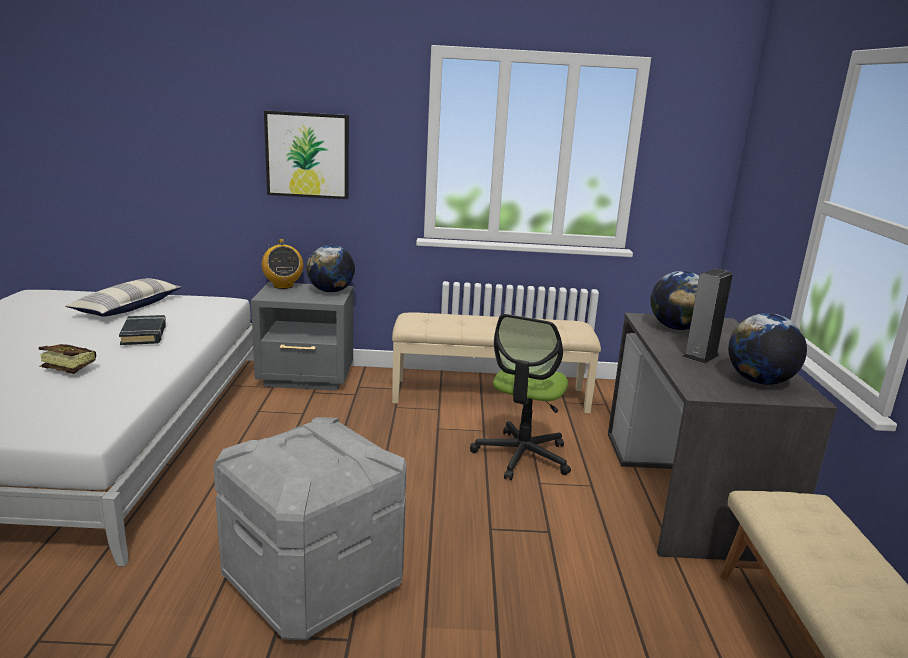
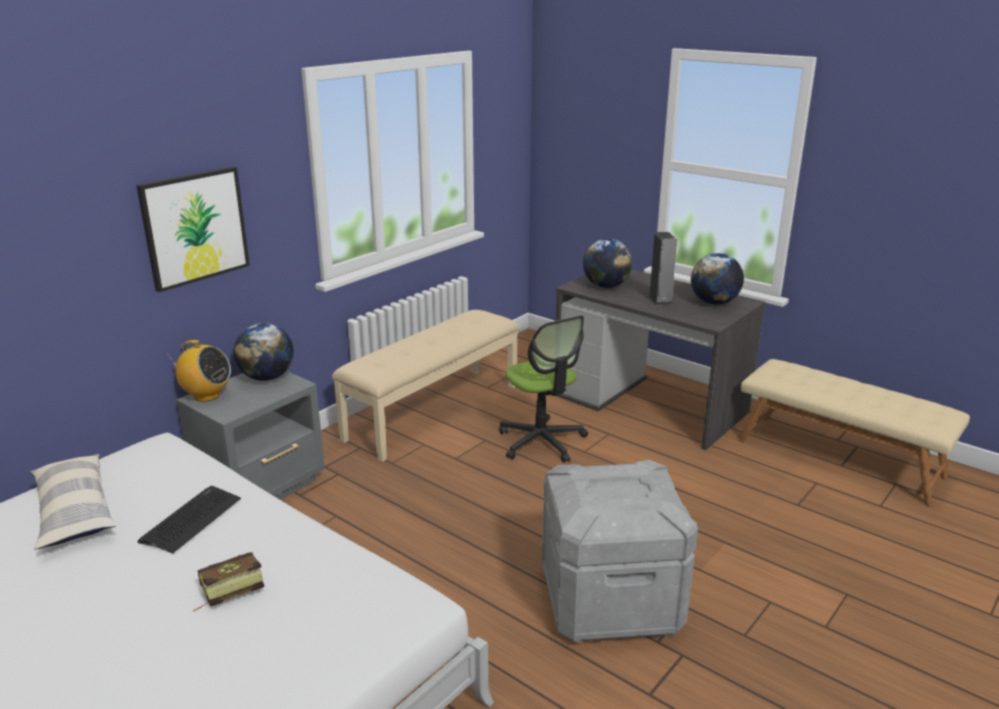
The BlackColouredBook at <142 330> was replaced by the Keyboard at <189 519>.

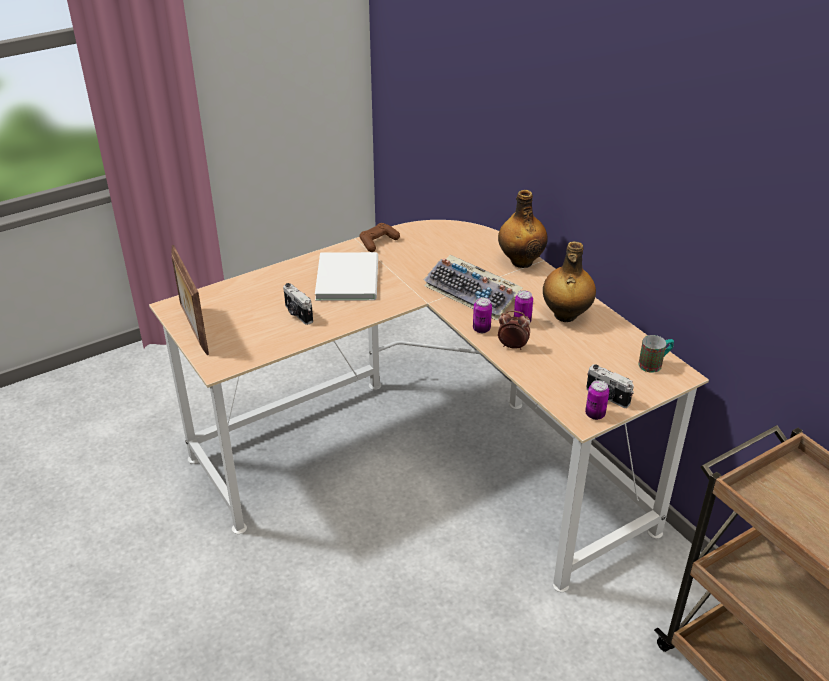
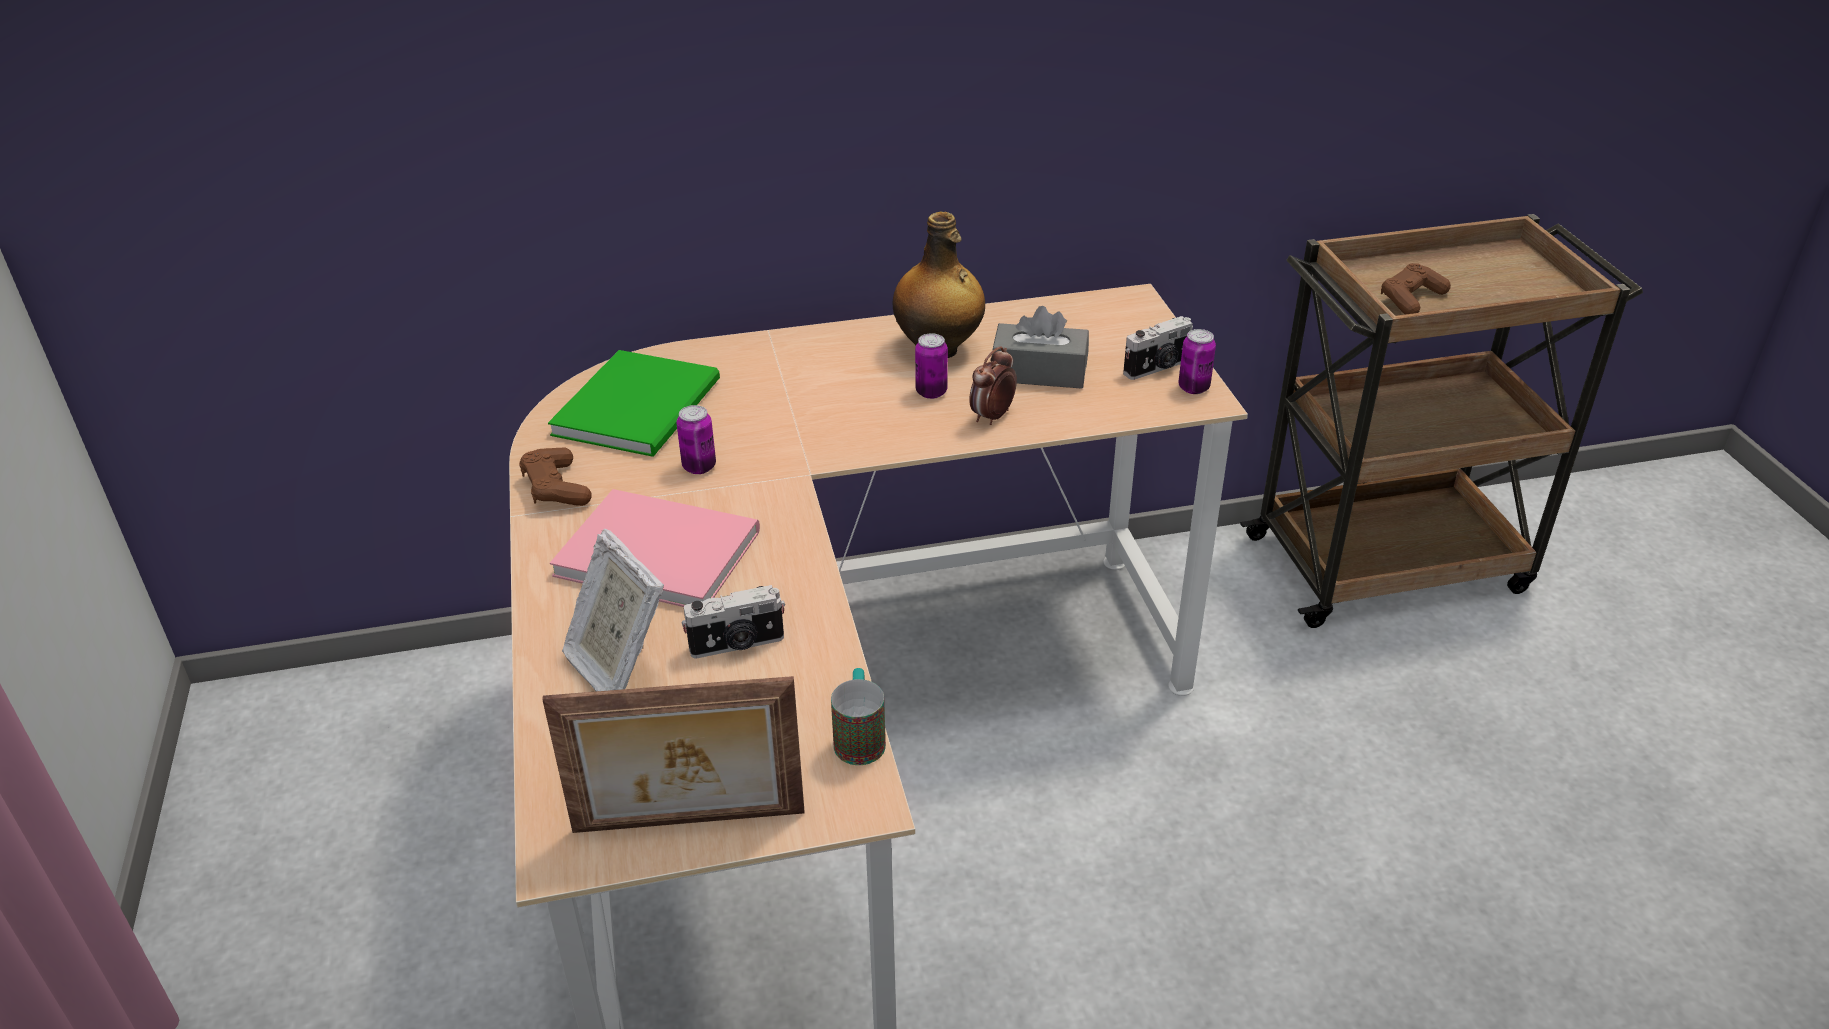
The DrinkBottle at <523 229> disappeared.
The WhiteBook at <346 276> became the PinkishBook at <655 548>.
The Keyboard at <473 287> disappeared.
The SealedCan moved from <482 315> to <696 439>.
The TeaMug moved from <656 354> to <858 716>.
The BrownColouredJoypad at <1416 289> appeared.
The GrayTissueHolder at <1040 347> appeared.
The GreenColouredBook at <634 403> appeared.
The StandingFrame at <613 610> appeared.

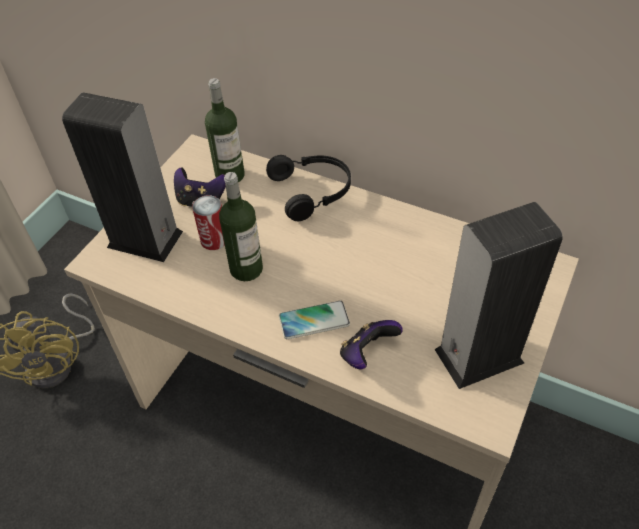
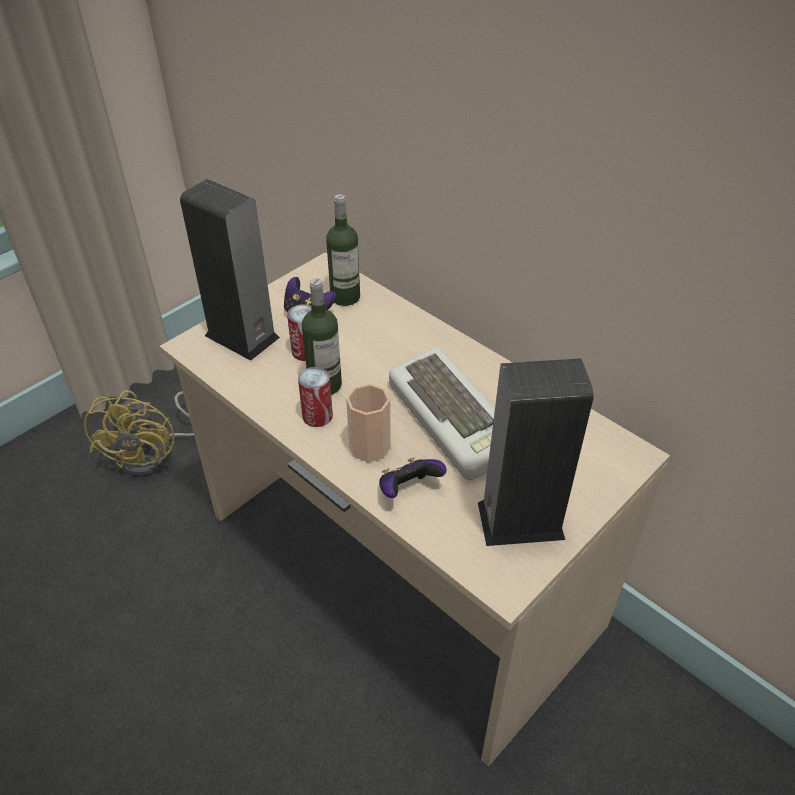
The BlackColouredPairOfHeadphones at <308 188> disappeared.
The Telephone at <314 320> was replaced by the SmallCup at <368 423>.
The Keyboard at <442 413> appeared.
The SealedCan at <315 397> appeared.

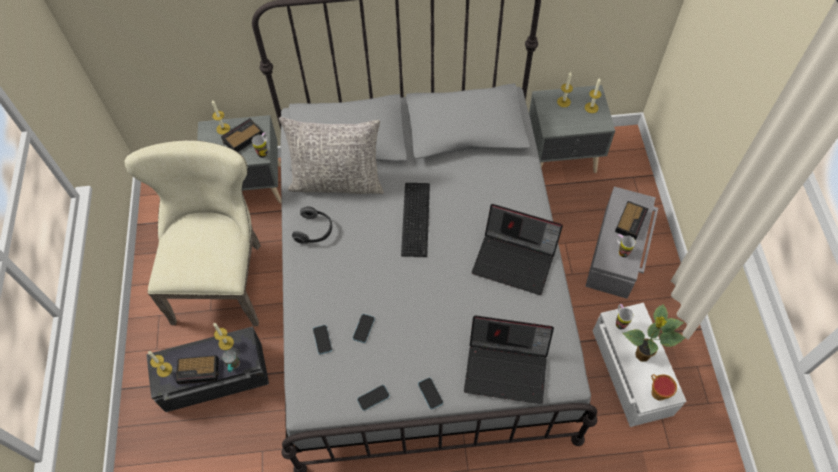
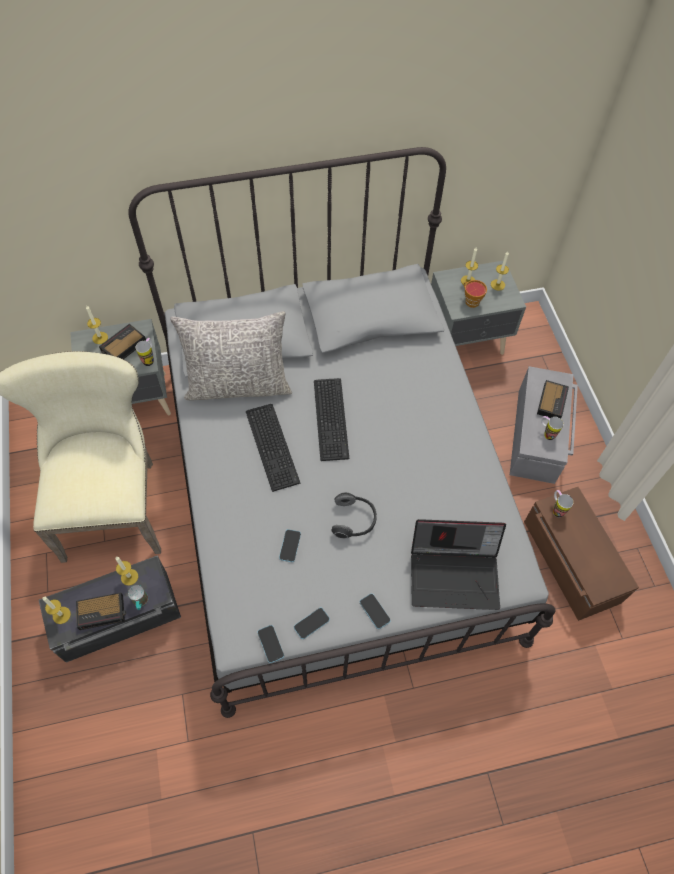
The Laptop at <517 249> disappeared.
The PairOfHeadphones moved from <312 225> to <354 515>.
The WhiteStorageContainer at <640 365> became the BrownColouredStorageContainer at <581 554>.
The Houseplant at <654 333> disappeared.
The Telephone moved from <322 340> to <271 644>.
The SmallCup moved from <664 387> to <475 294>.
The Keyboard at <273 448> appeared.

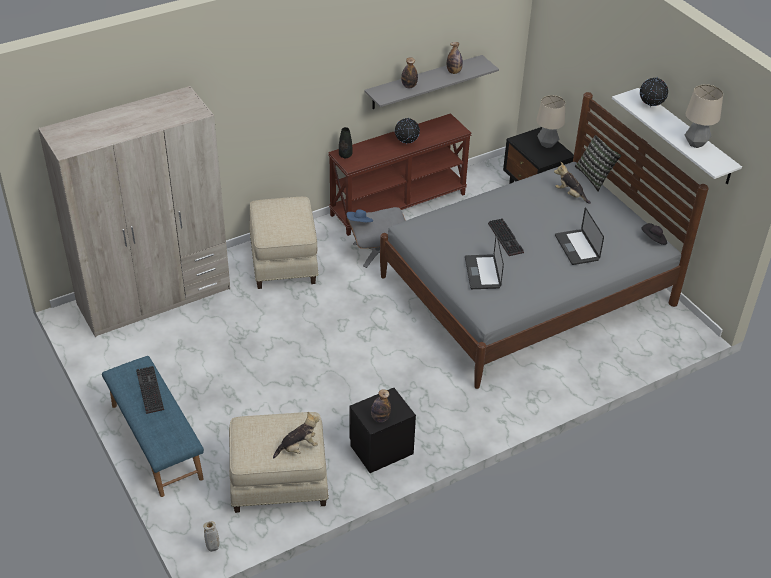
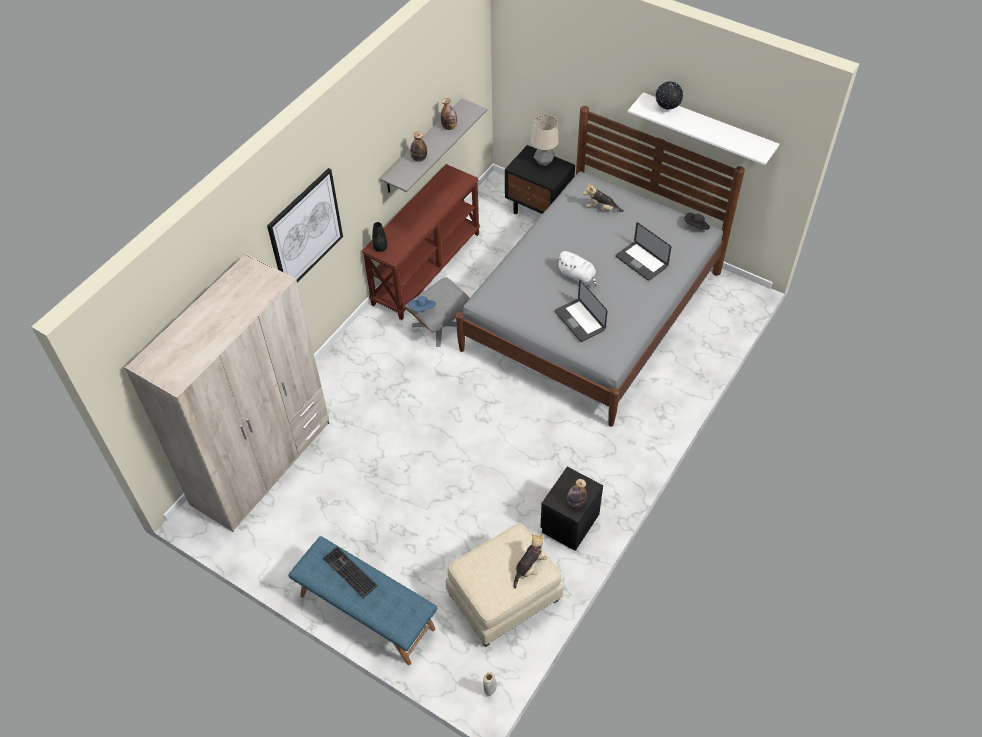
The TabletopLamp at <704 116> disappeared.
The WorldGlobe at <407 130> disappeared.
The Pillow at <598 163> disappeared.
The SandColouredOttoman at <284 243> disappeared.
The Keyboard at <506 237> was replaced by the WhiteSoftToy at <577 269>.
The Picture at <305 225> appeared.

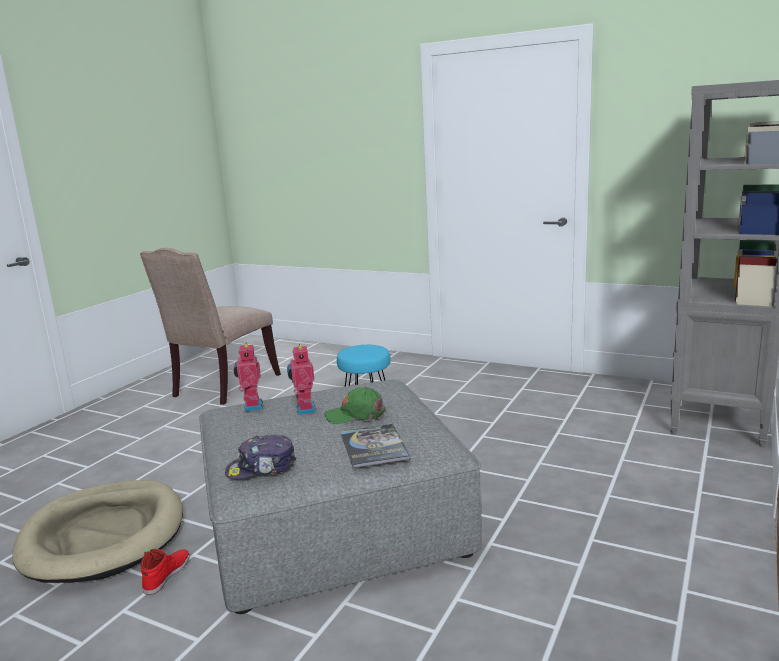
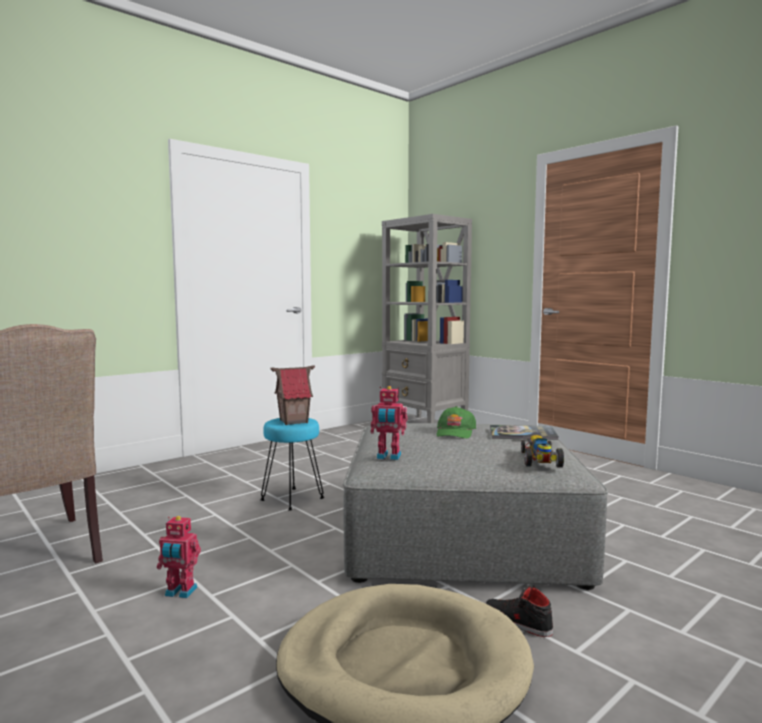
The ModelRobot moved from <302 379> to <179 557>.
The PeakedCap at <260 456> was replaced by the ToyCar at <542 451>.
The RedLowShoe at <165 572> became the BlackColouredLowShoe at <519 611>.
The ToyHouse at <292 395> appeared.

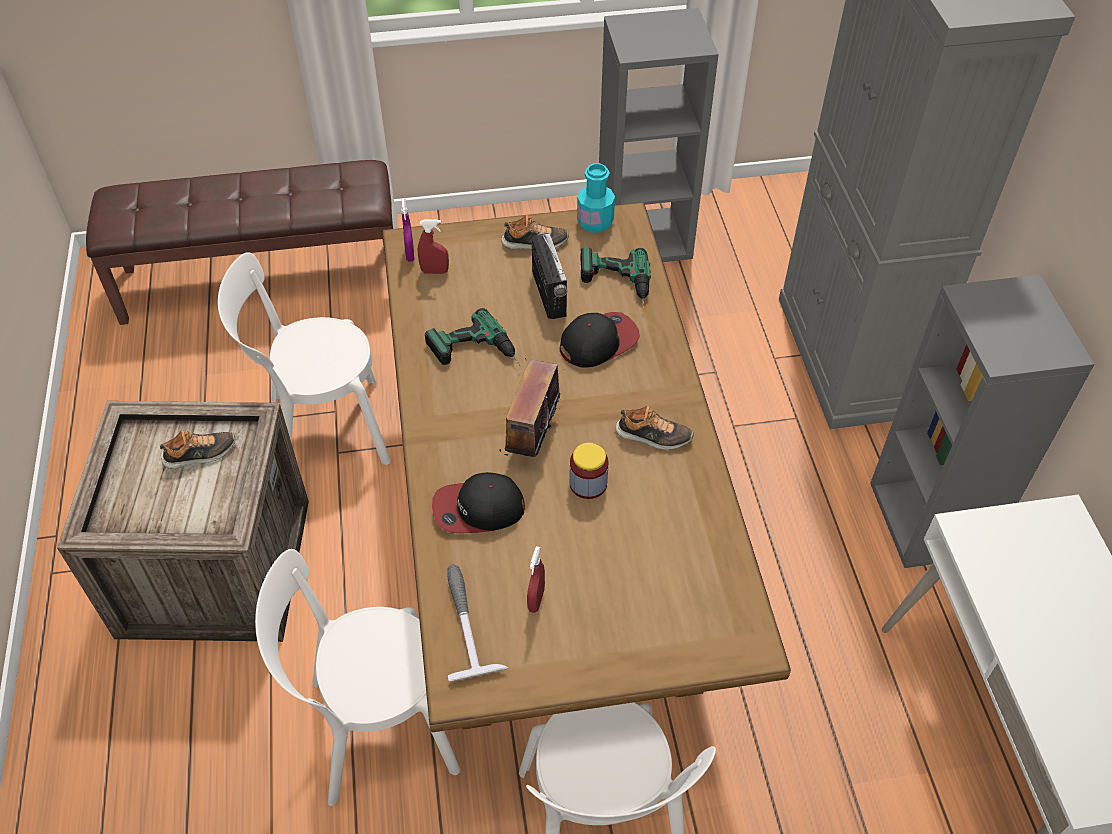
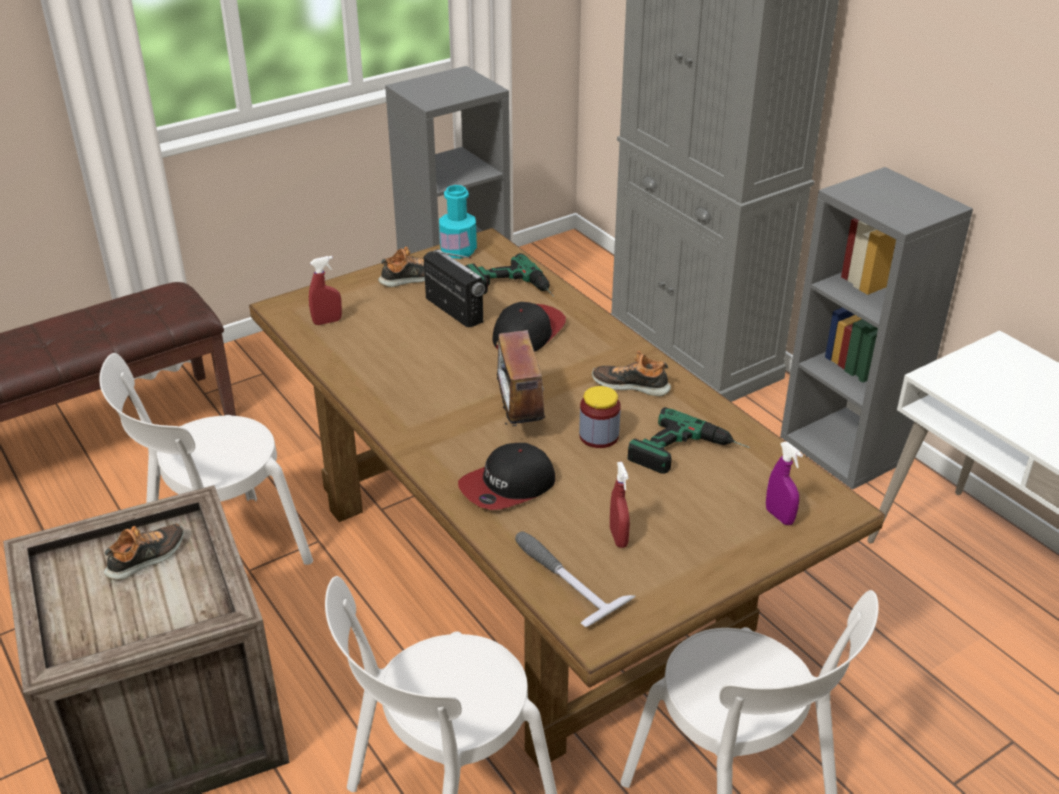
The PurpleColouredSprayBottle moved from <408 230> to <784 483>.
The PowerDrill moved from <473 337> to <689 440>.
The LowShoe at <654 428> turned 150 degrees counterclockwise.

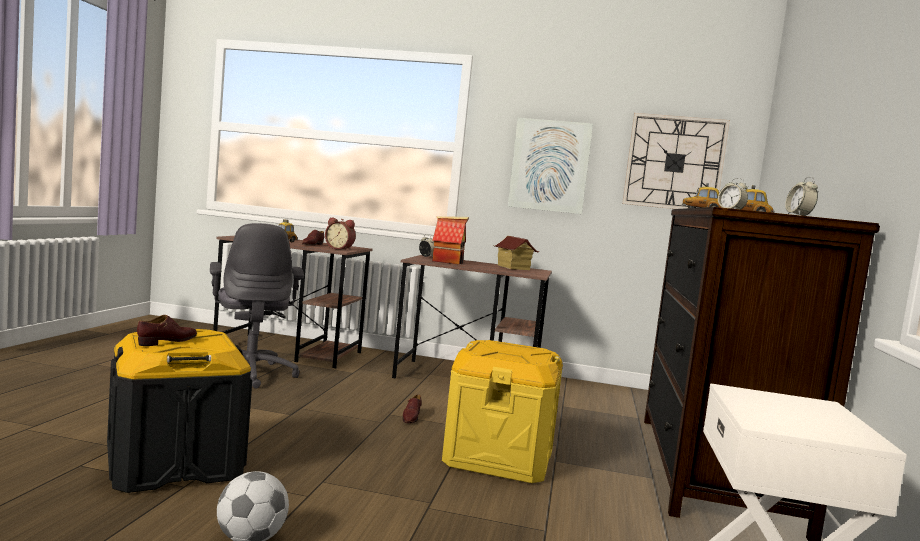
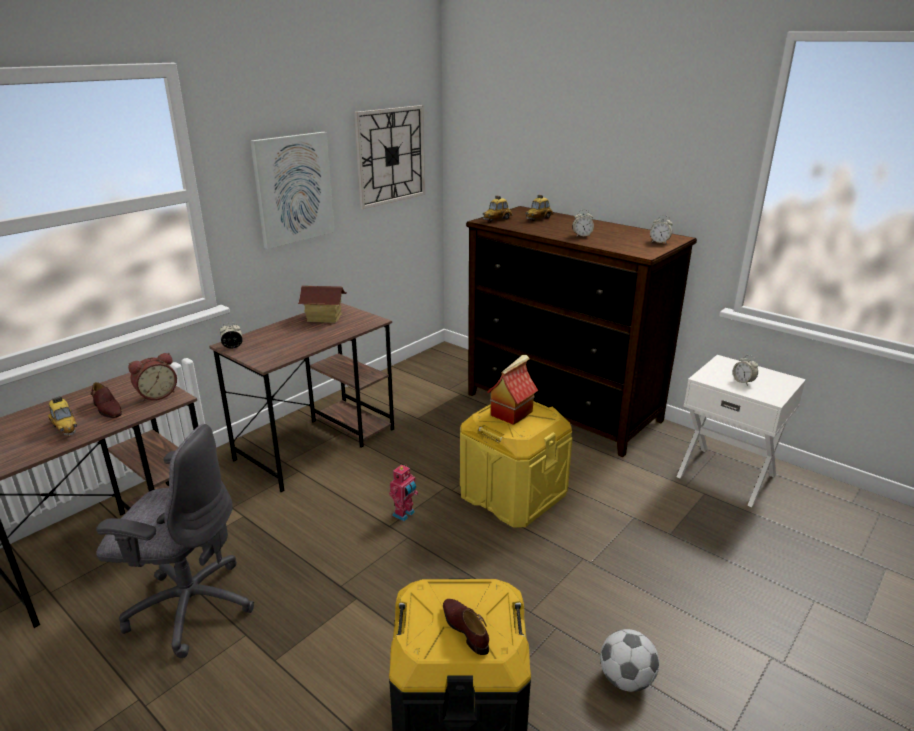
The ToyHouse moved from <450 240> to <512 390>.
The BrownColouredLowShoe at <412 408> was replaced by the ModelRobot at <403 492>.
The TableClock at <745 370> appeared.

